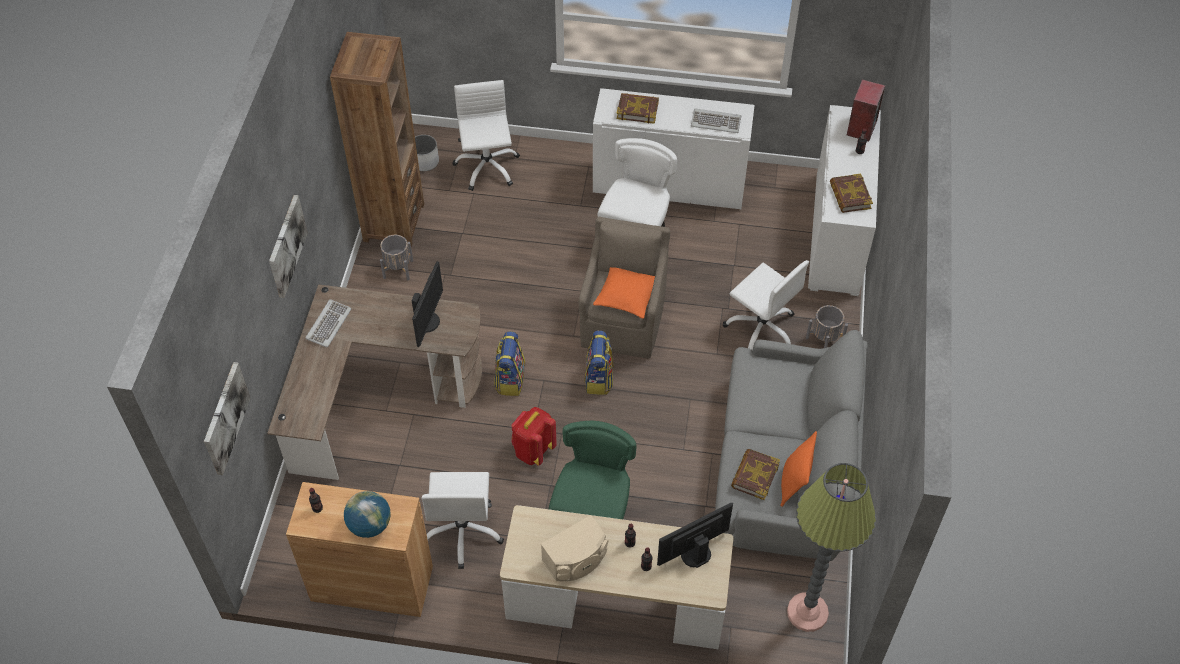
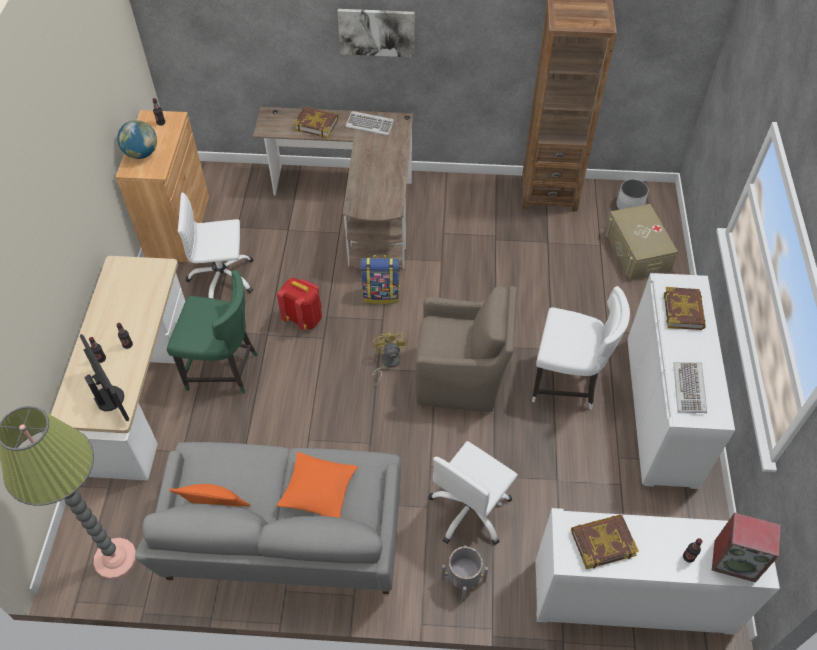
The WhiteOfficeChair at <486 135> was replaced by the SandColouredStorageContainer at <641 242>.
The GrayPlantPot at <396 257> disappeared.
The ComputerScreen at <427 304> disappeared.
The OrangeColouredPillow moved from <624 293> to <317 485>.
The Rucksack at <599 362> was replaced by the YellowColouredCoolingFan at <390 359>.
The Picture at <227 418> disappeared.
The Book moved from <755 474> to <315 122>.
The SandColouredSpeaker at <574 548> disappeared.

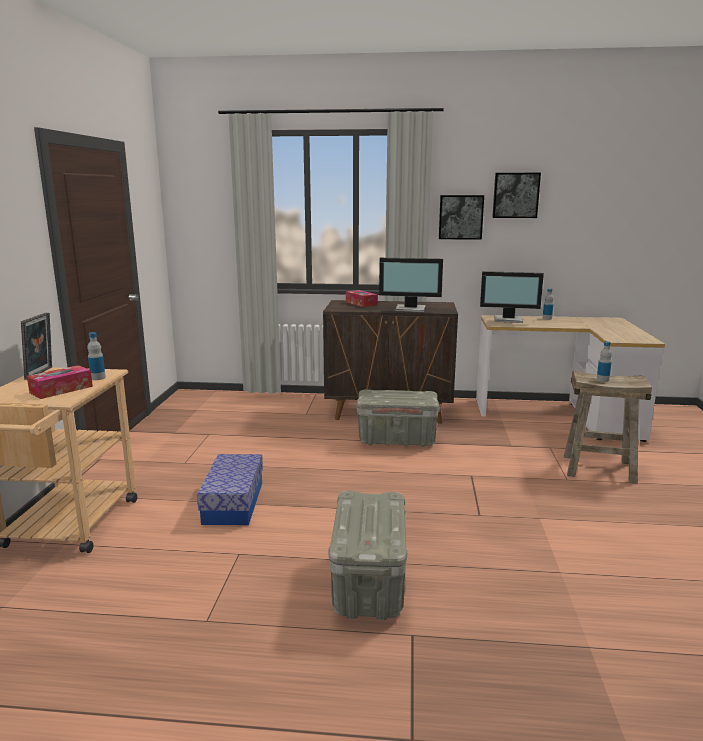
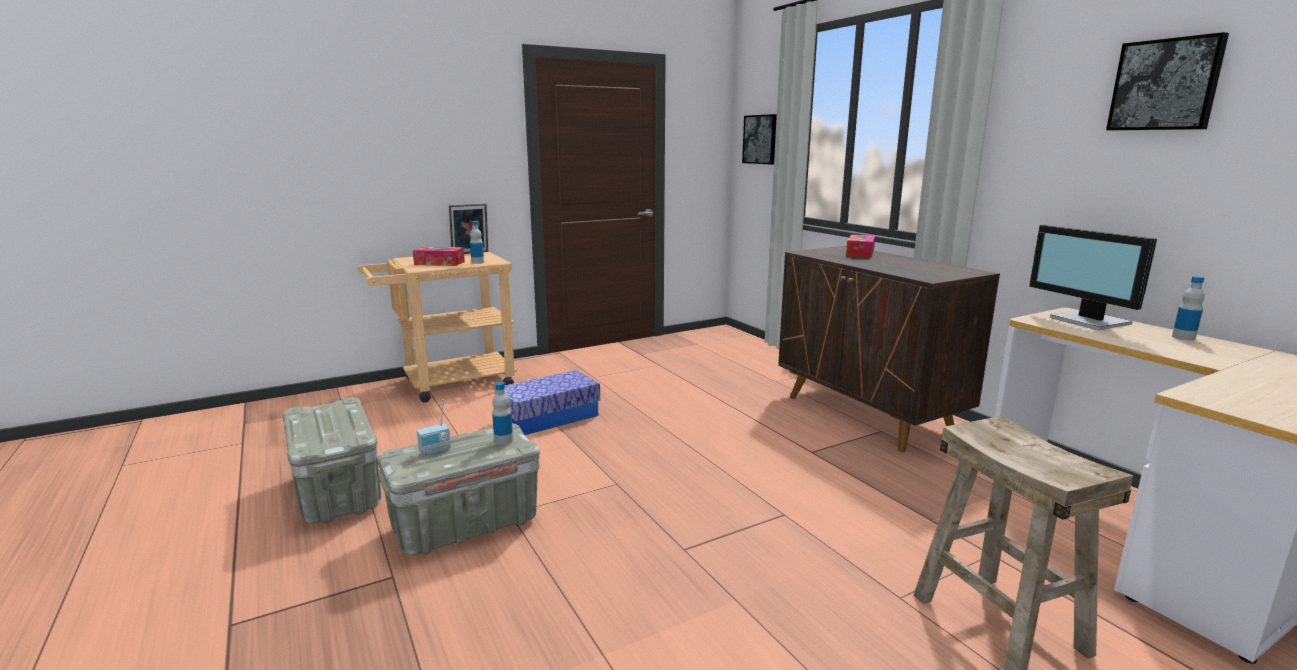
The Picture moved from <461 217> to <759 139>.
The ComputerScreen at <411 285> disappeared.
The DrinkBottle moved from <604 361> to <502 413>.
The GrayStorageContainer moved from <398 418> to <332 460>.
The Radio at <434 427> appeared.

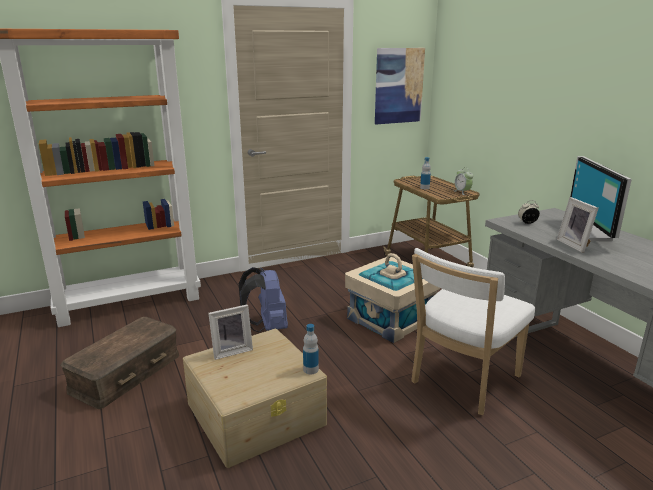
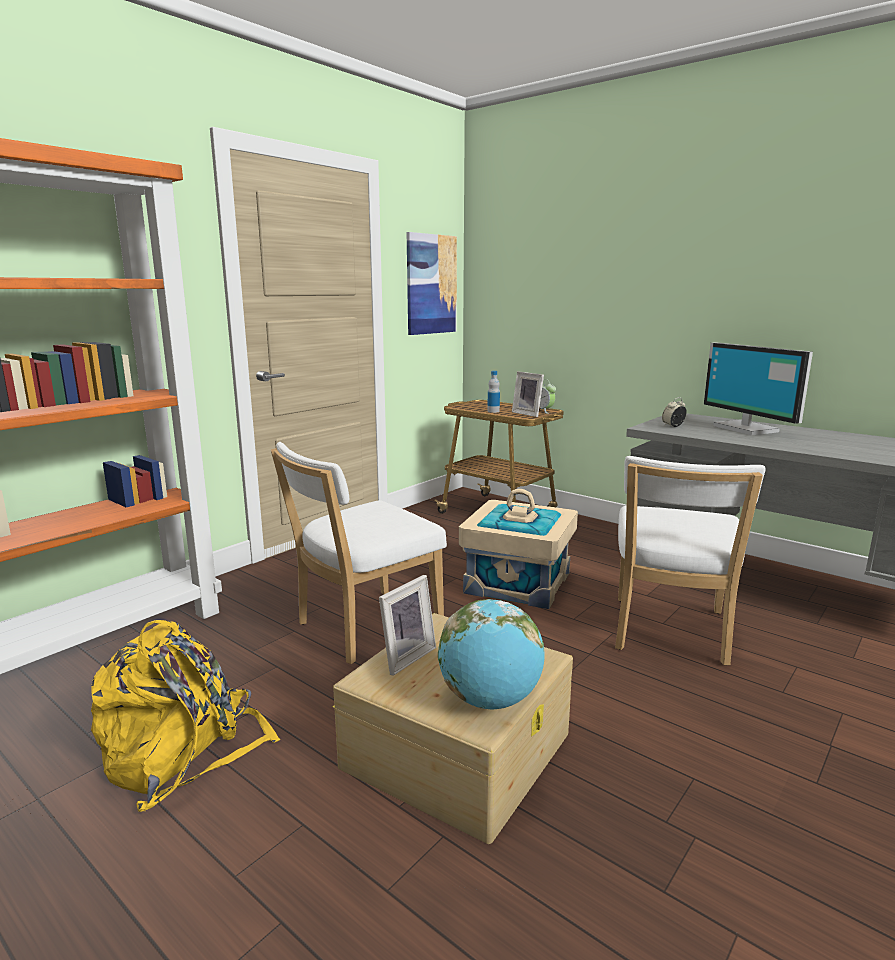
The StandingFrame moved from <578 225> to <528 394>.
The BlueRucksack at <263 299> was replaced by the WhiteUprightChair at <359 553>.
The BrownColouredStorageContainer at <119 363> was replaced by the YellowColouredRucksack at <185 716>.
The DrinkBottle at <311 349> disappeared.
The WorldGlobe at <491 654> appeared.

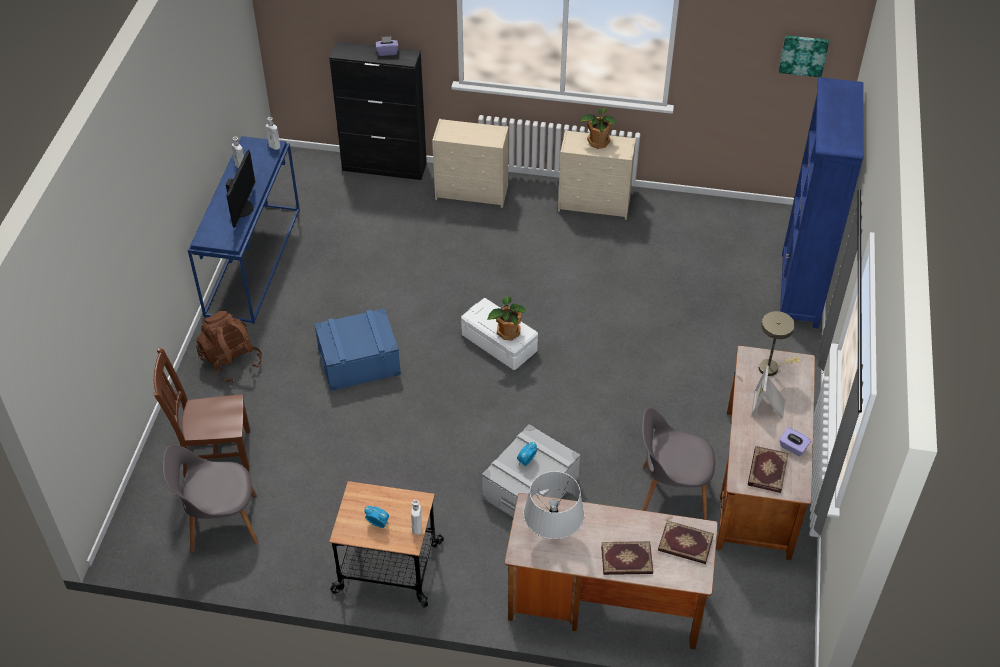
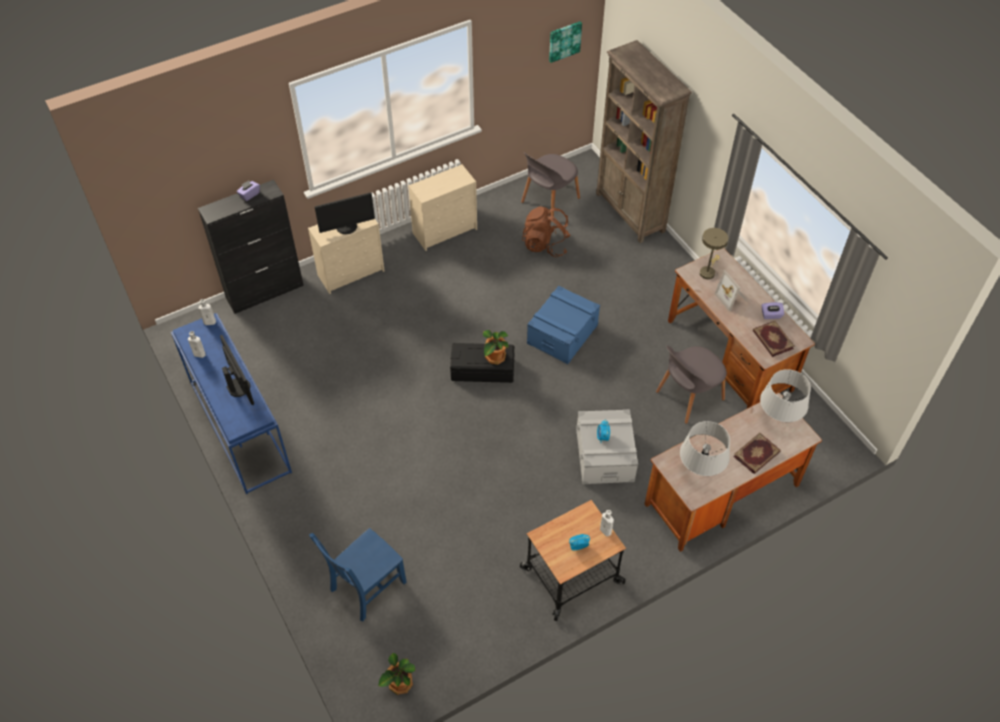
The BlueBookcase at <822 203> became the BrownColouredBookcase at <644 141>.
The Houseplant moved from <597 128> to <397 674>.
The WhiteStorageContainer at <499 334> became the BlackColouredStorageContainer at <482 363>.
The BlueStorageContainer moved from <357 349> to <563 325>.
The BrownColouredRucksack moved from <229 346> to <546 231>.
The BrownColouredUprightChair at <202 412> became the BlueUprightChair at <358 575>.
The GrayUprightChair moved from <210 498> to <550 187>.
The Book at <686 542> was replaced by the GrayTabletopLamp at <785 395>.
The ComputerScreen at <345 213> appeared.

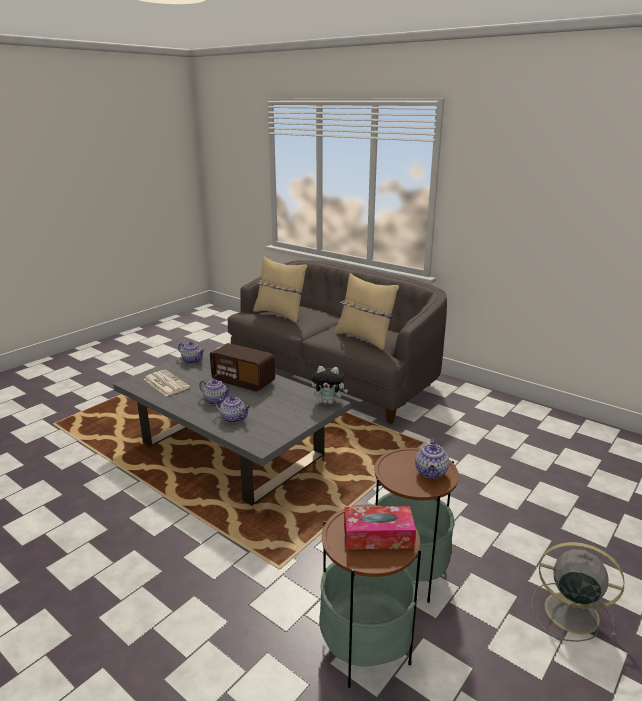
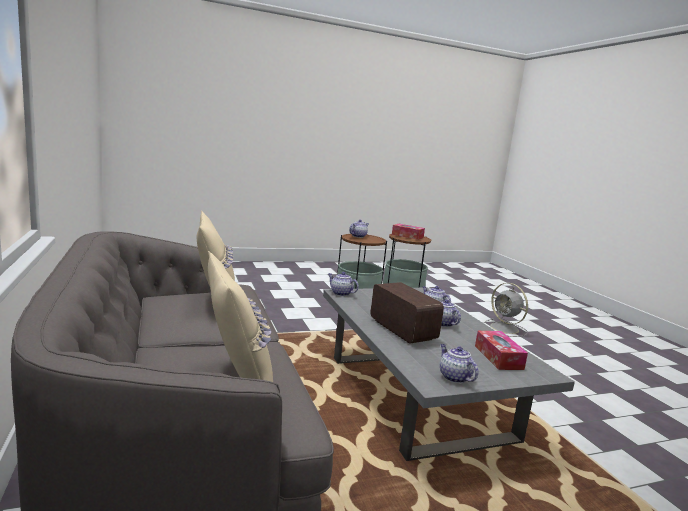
The SoftToy at <330 385> was replaced by the TeaPot at <343 284>.
The Newspaper at <167 383> was replaced by the TissueHolder at <501 350>.
The GrayCoolingFan moved from <577 592> to <506 310>.

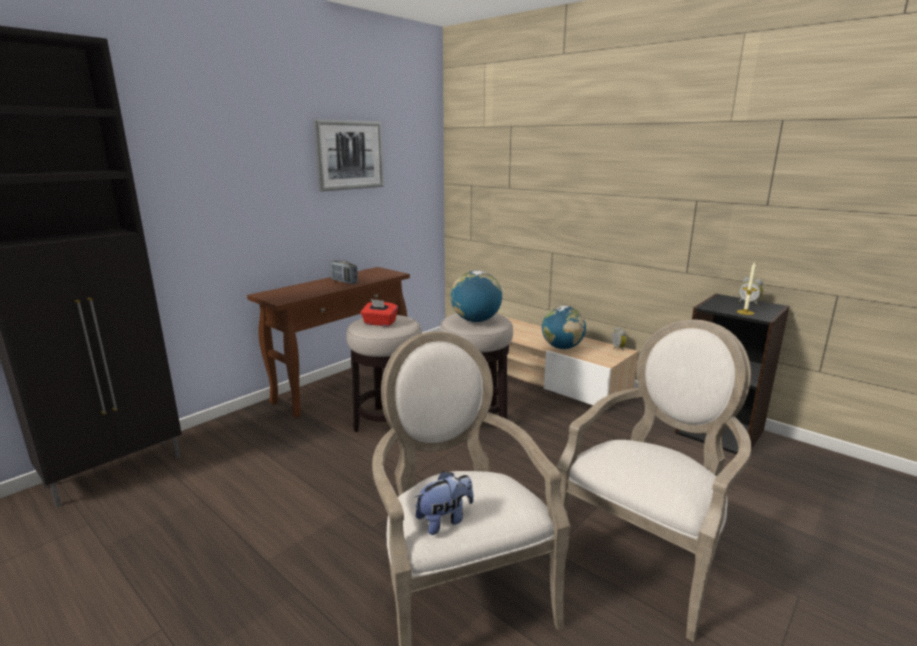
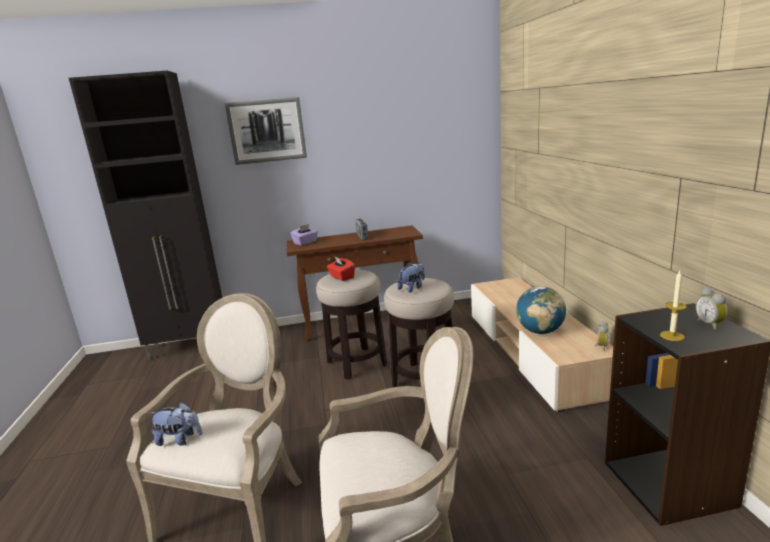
The Picture moved from <349 155> to <266 131>.
The WorldGlobe at <476 296> was replaced by the SoftToy at <411 277>.
The PurpleColouredTissueHolder at <304 234> appeared.

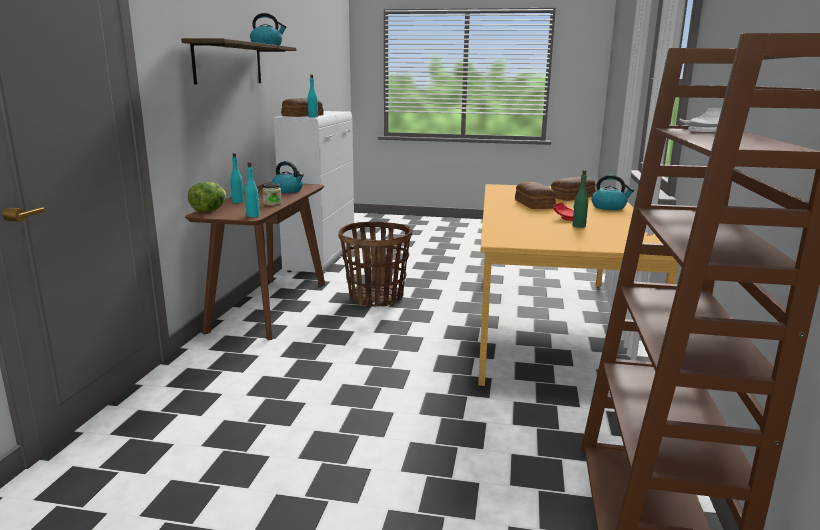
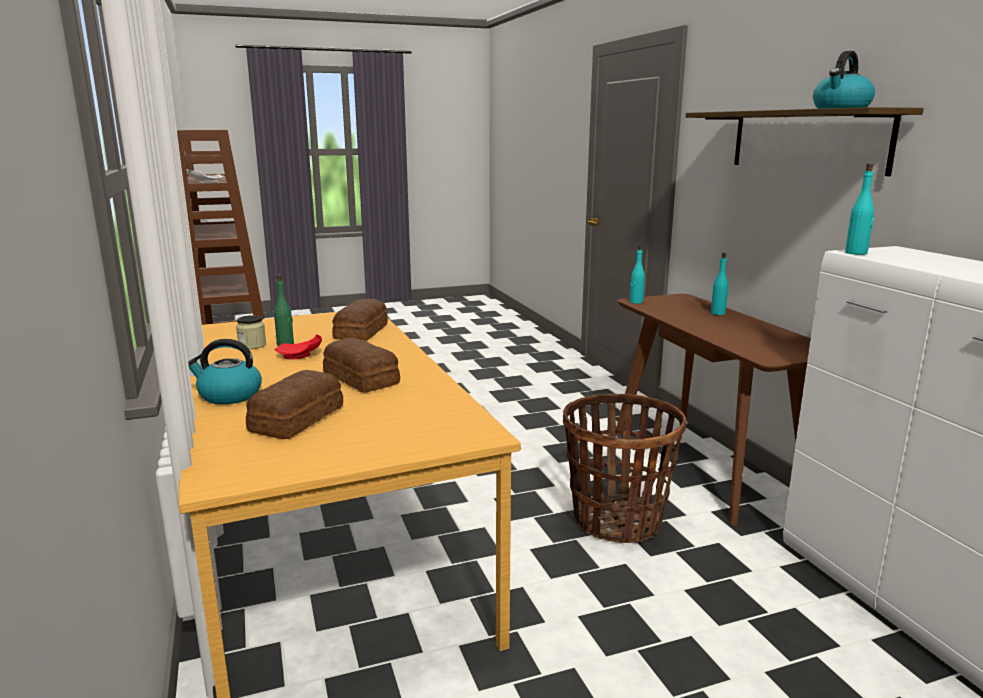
The Bread moved from <302 107> to <360 320>.
The TeaKettle at <288 177> disappeared.
The LettuceHead at <207 197> disappeared.
The PreserveJar moved from <272 194> to <251 332>.

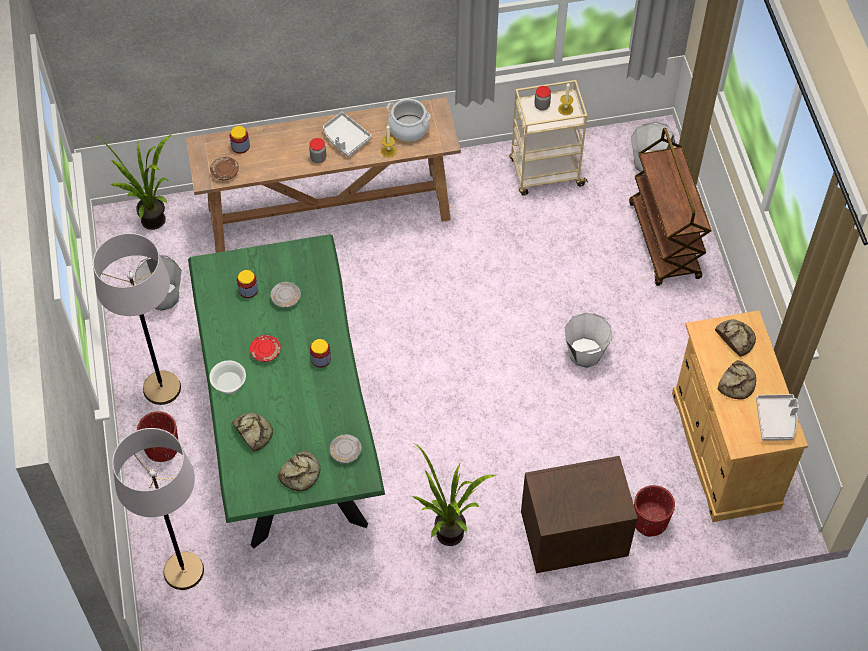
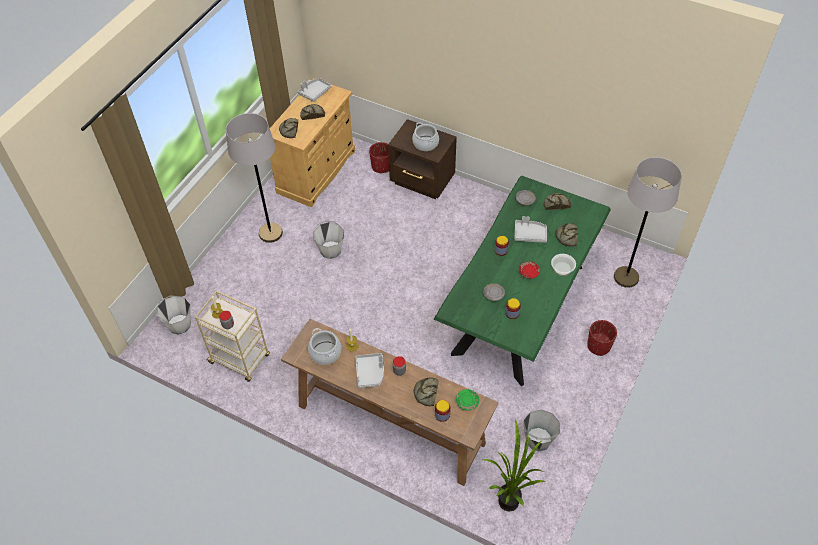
The BrownColouredWheeledCart at <670 207> disappeared.
The BrownColouredDinnerPlate at <224 168> became the GreenColouredDinnerPlate at <468 400>.
The GrayStandardLamp moved from <137 319> to <254 178>.
The Houseplant at <453 494> disappeared.
The CookingPot at <425 136> appeared.
The GrayCarryingTray at <531 229> appeared.
The Bread at <426 392> appeared.

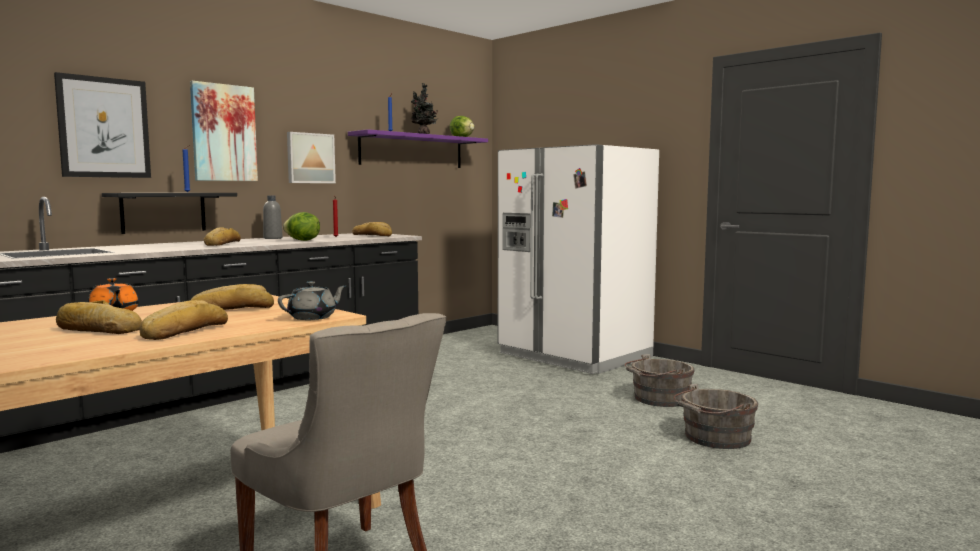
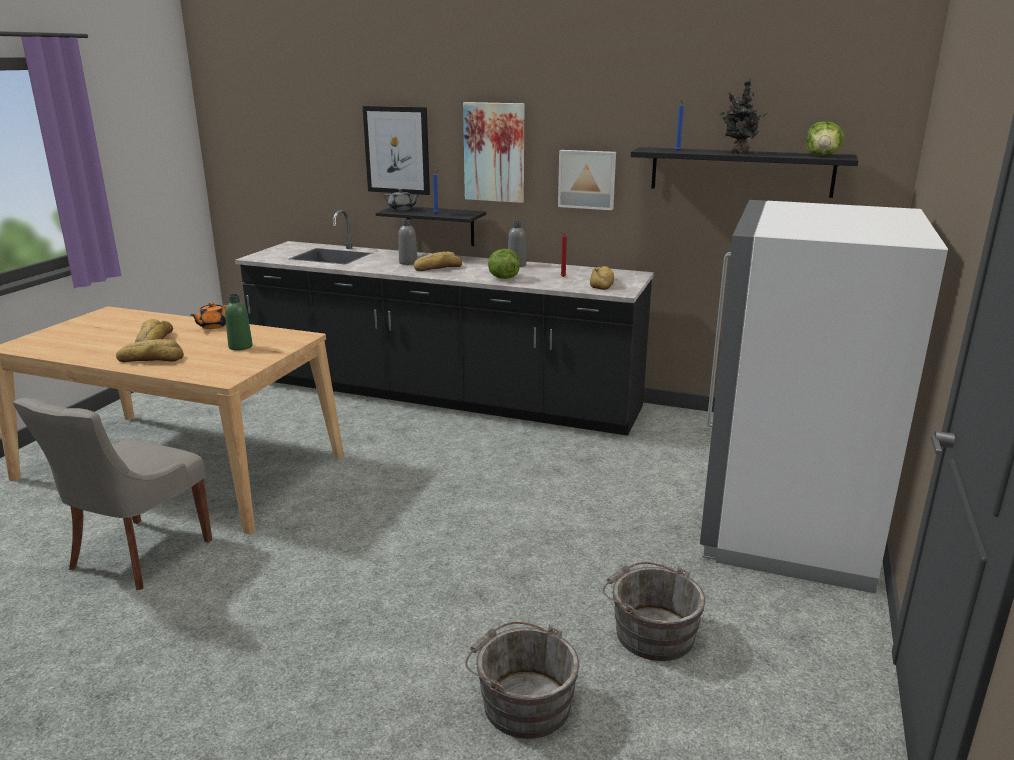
The PurpleColouredShelf at <418 148> became the BlackColouredShelf at <744 172>.
The GrayTeaPot moved from <312 300> to <401 200>.
The Bread at <232 297> was replaced by the GreenColouredDrinkBottle at <239 322>.
The GrayDrinkBottle at <407 242> appeared.

